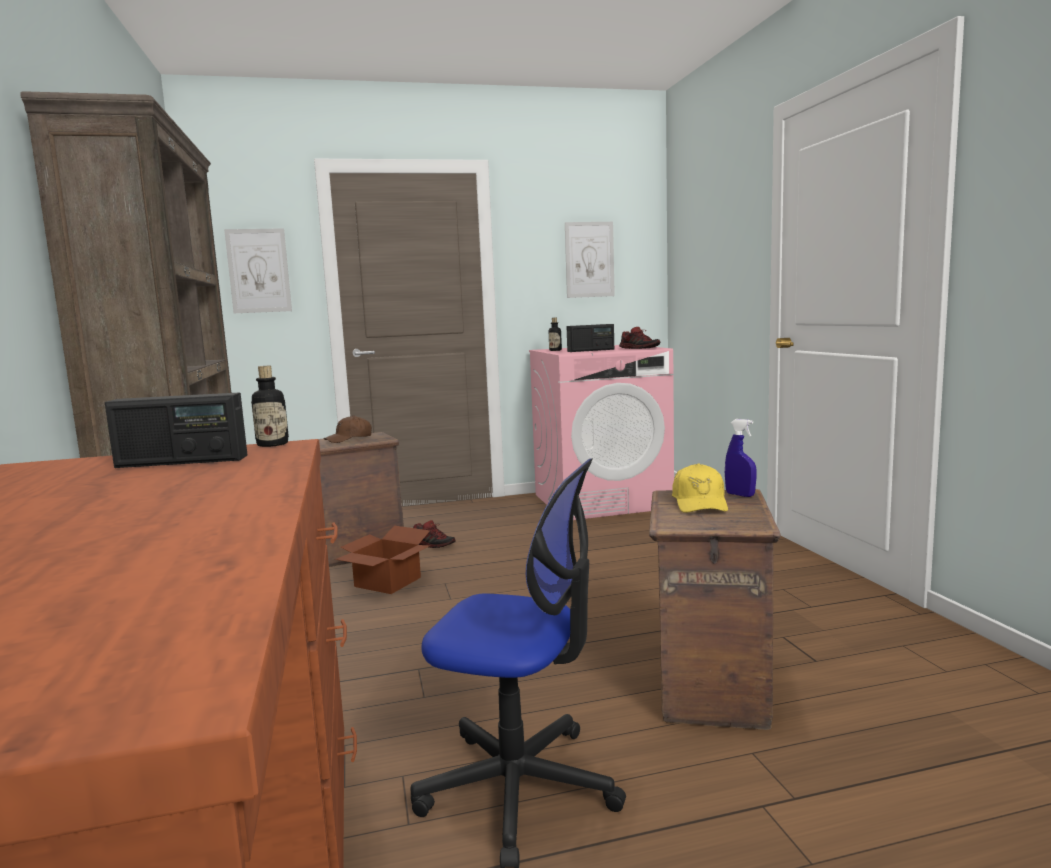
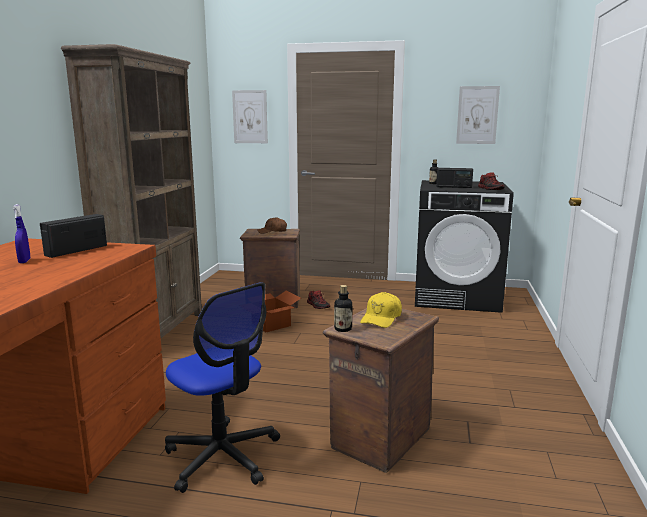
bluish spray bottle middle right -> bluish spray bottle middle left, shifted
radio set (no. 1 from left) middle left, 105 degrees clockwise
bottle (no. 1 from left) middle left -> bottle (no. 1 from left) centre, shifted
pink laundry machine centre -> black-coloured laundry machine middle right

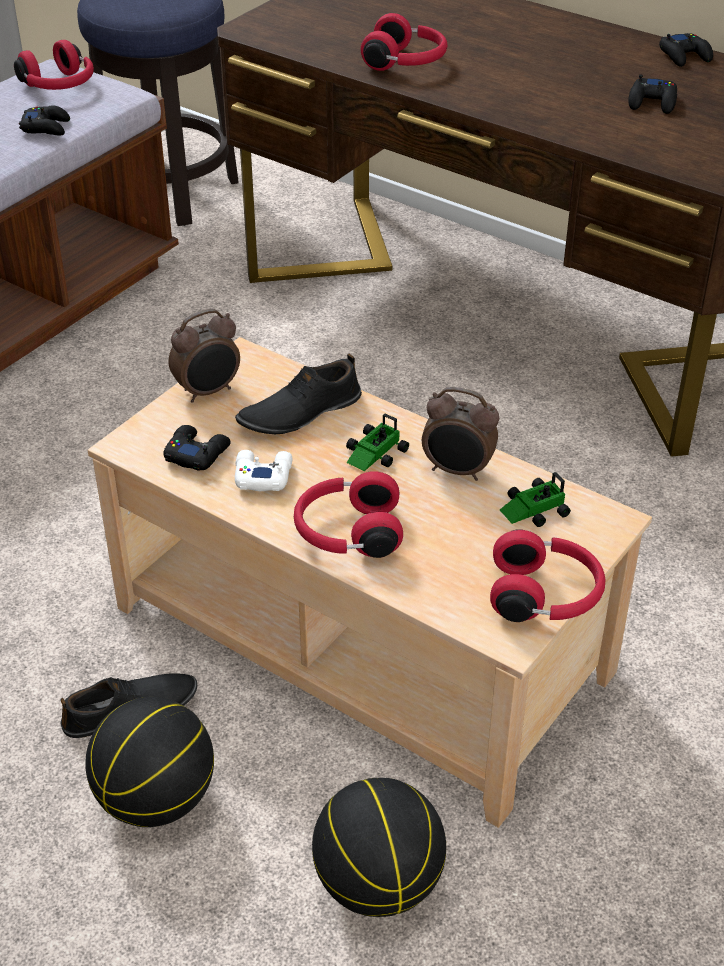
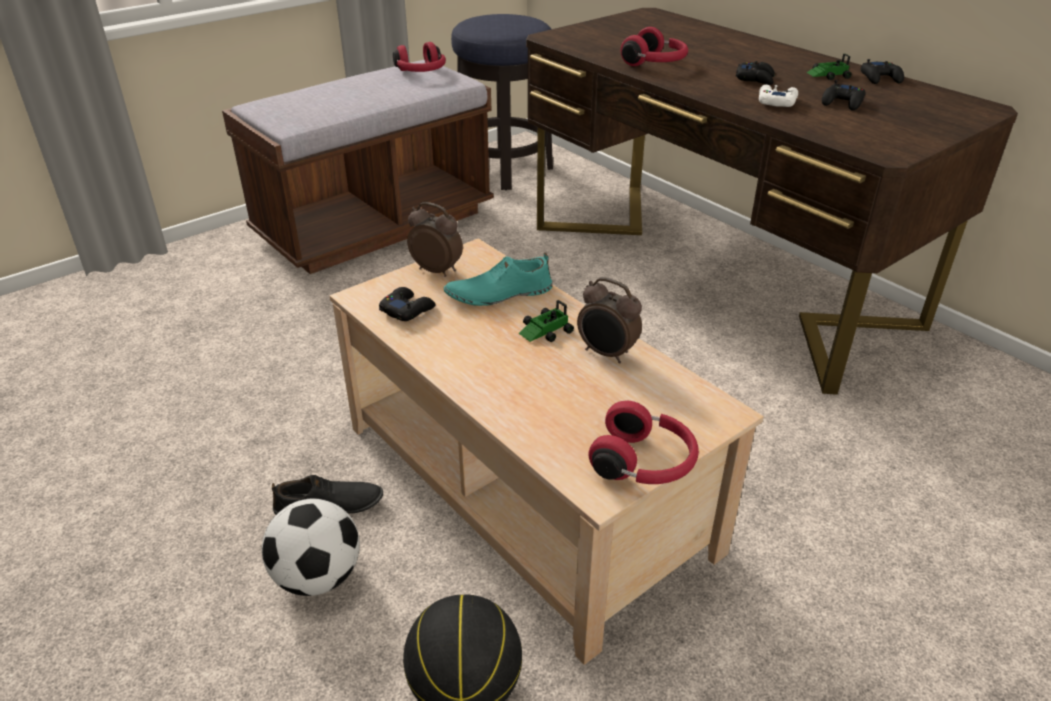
basketball ball (no. 1 from left) bottom left -> football ball bottom left
alarm clock (no. 1 from left) middle left -> alarm clock (no. 1 from left) centre, 135 degrees counterclockwise
black-coloured shoe (no. 2 from left) centre -> turquoise-coloured shoe centre
black-coloured gamepad (no. 1 from left in the first image) top left -> black-coloured gamepad (no. 2 from left) top right, shifted
whitish gamepad centre -> whitish gamepad top right, shifted
toy car (no. 2 from left) middle right -> toy car (no. 2 from left) top right, shifted
red-coloured pair of headphones (no. 2 from left) centre -> none

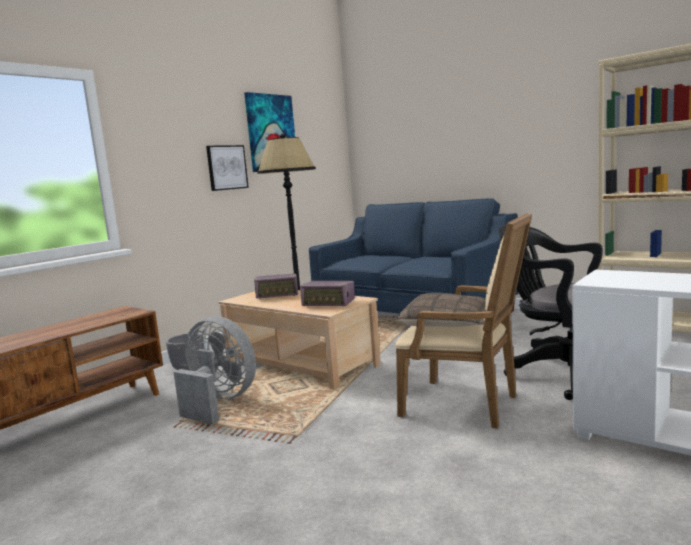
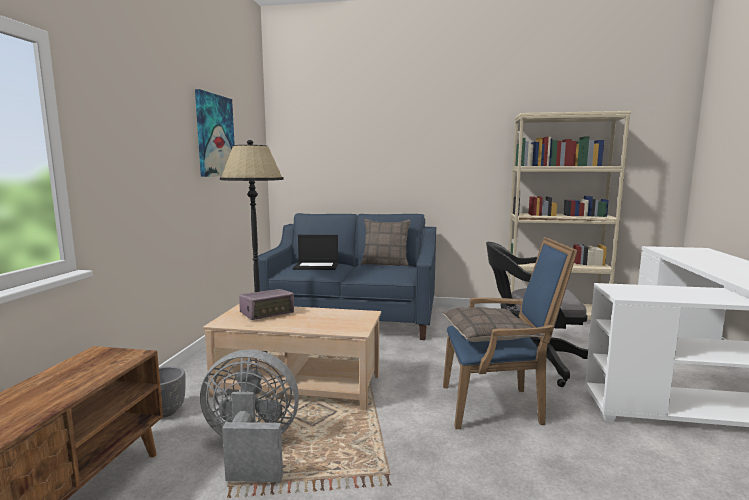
none -> laptop centre
none -> pillow (no. 1 from left) centre
beige-coloured armchair middle right -> bluish armchair middle right
picture (no. 1 from left) top left -> none
radio set (no. 2 from left) centre -> none

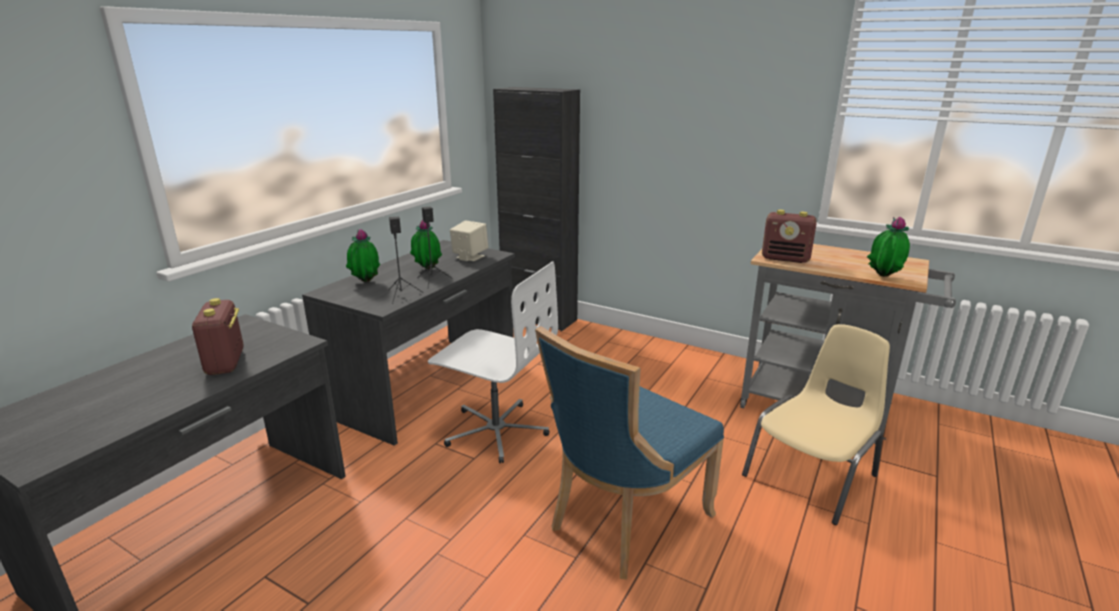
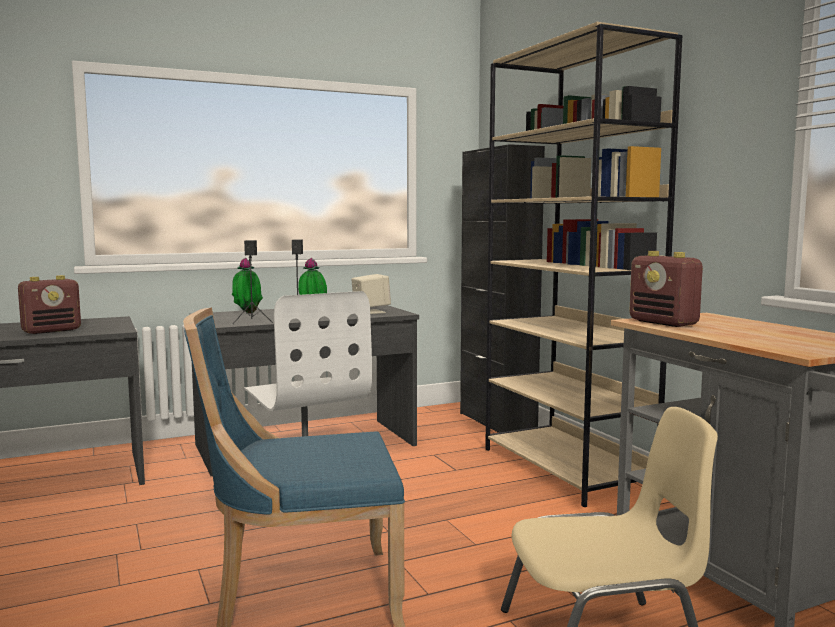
radio set (no. 1 from left) middle left, 150 degrees counterclockwise
none -> beige-coloured shelving unit middle right
plant in a pot (no. 3 from left) middle right -> none

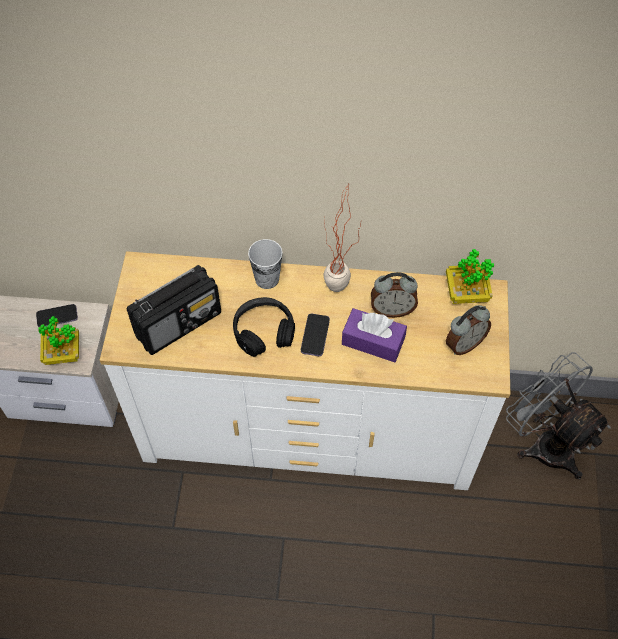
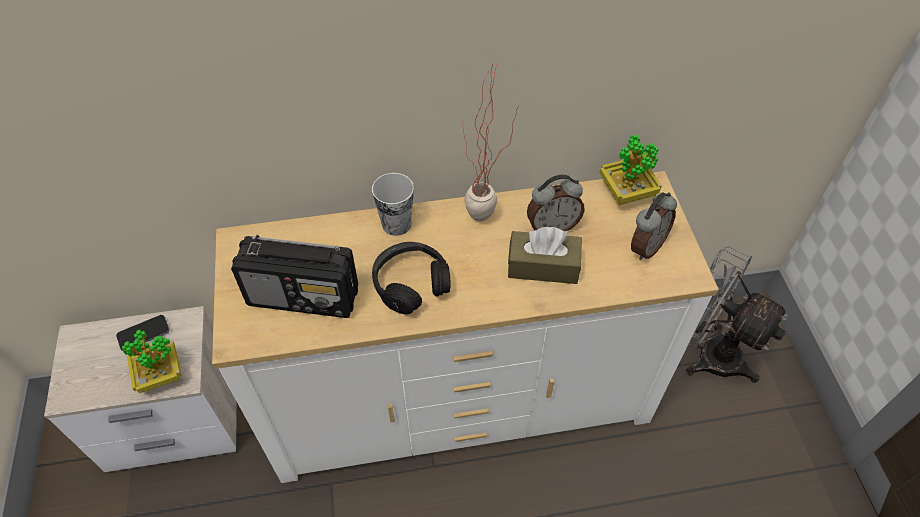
radio set middle left, 60 degrees clockwise
purple-coloured tissue holder centre -> brown tissue holder centre
telephone (no. 2 from left) centre -> none

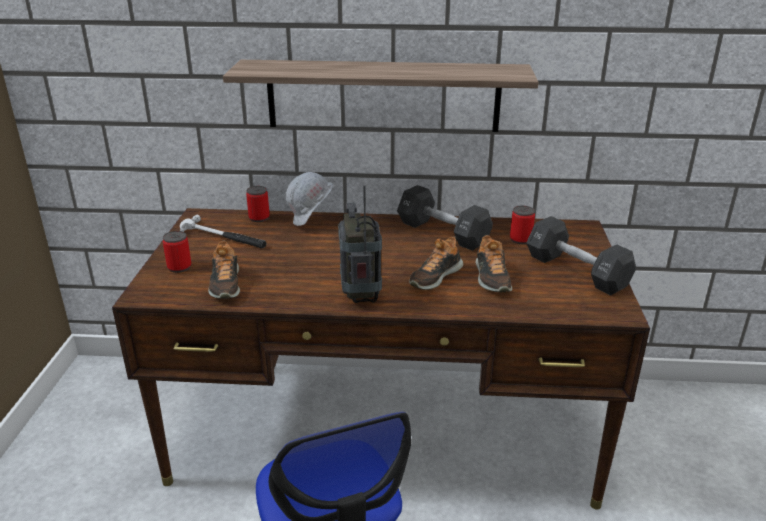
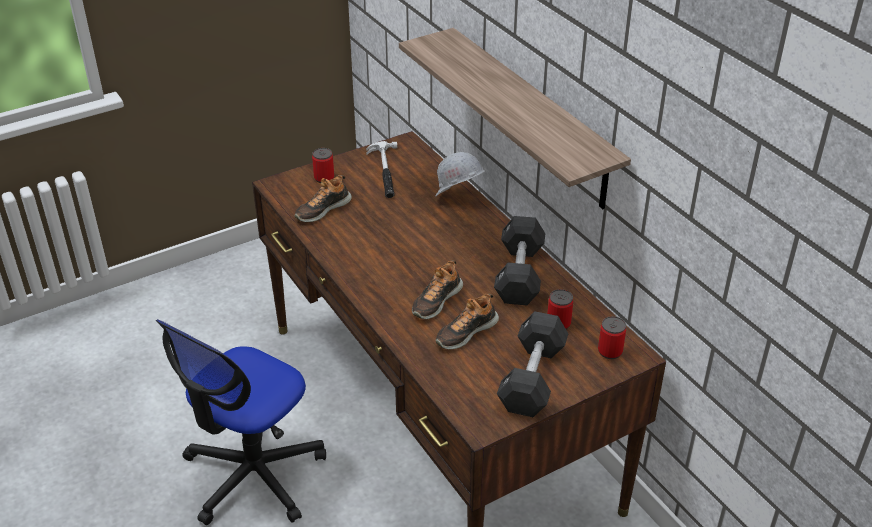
shoe (no. 2 from left) centre, 60 degrees counterclockwise
sealed can (no. 2 from left in the first image) centre -> sealed can (no. 3 from left) middle right, shifted
radio set centre -> none

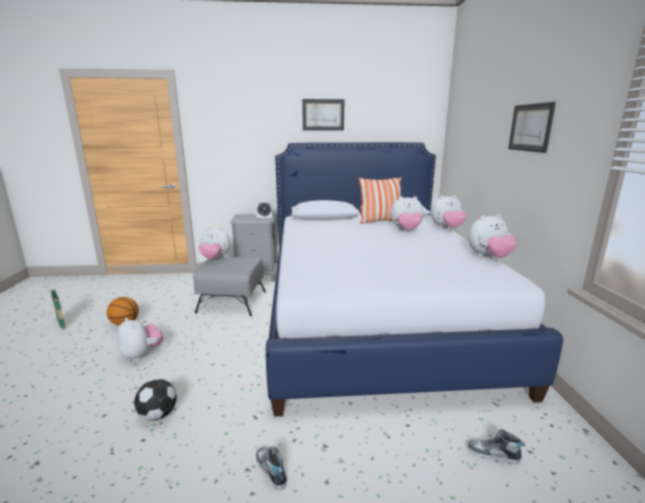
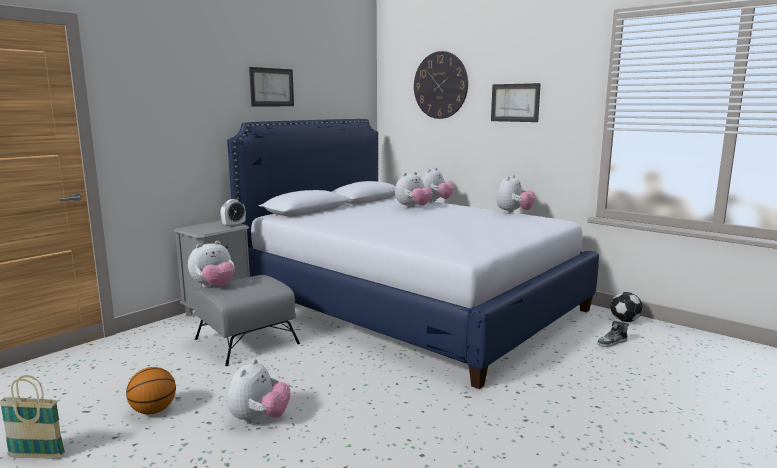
plush toy (no. 1 from left in the first image) bottom left -> plush toy (no. 2 from left) bottom centre, 105 degrees clockwise
none -> clock on the wall top centre
football ball bottom left -> football ball middle right, shifted
shoe (no. 1 from left) bottom centre -> none
pillow centre -> none

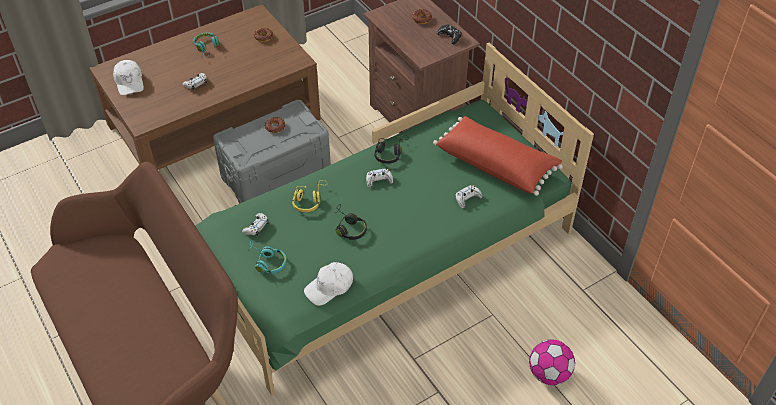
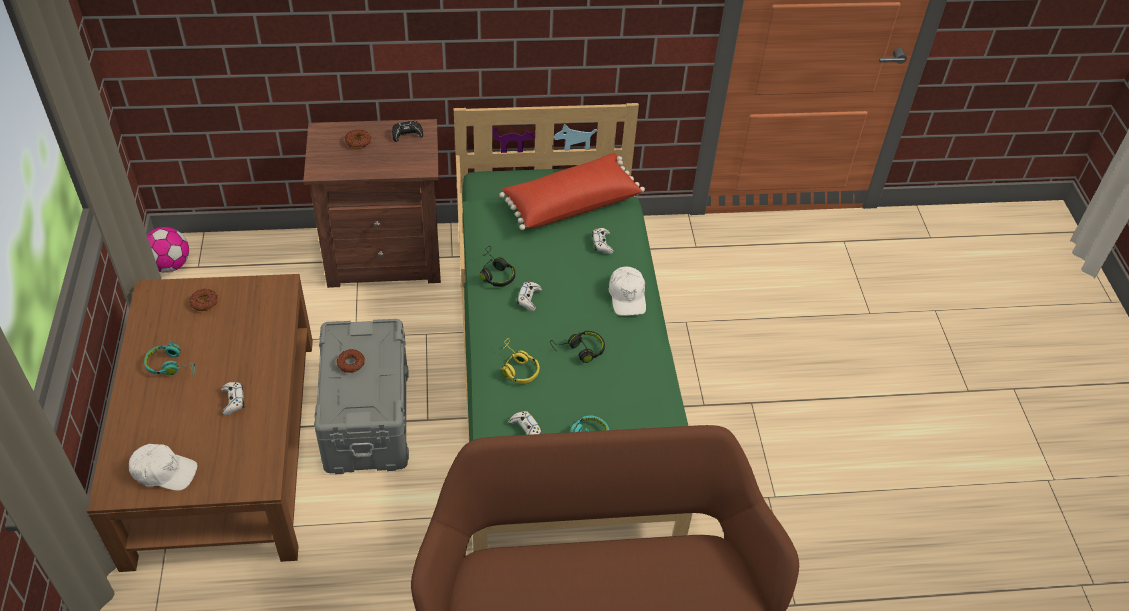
football ball bottom right -> football ball middle left, shifted
whitish baseball cap (no. 2 from left) bottom centre -> whitish baseball cap (no. 2 from left) centre, shifted

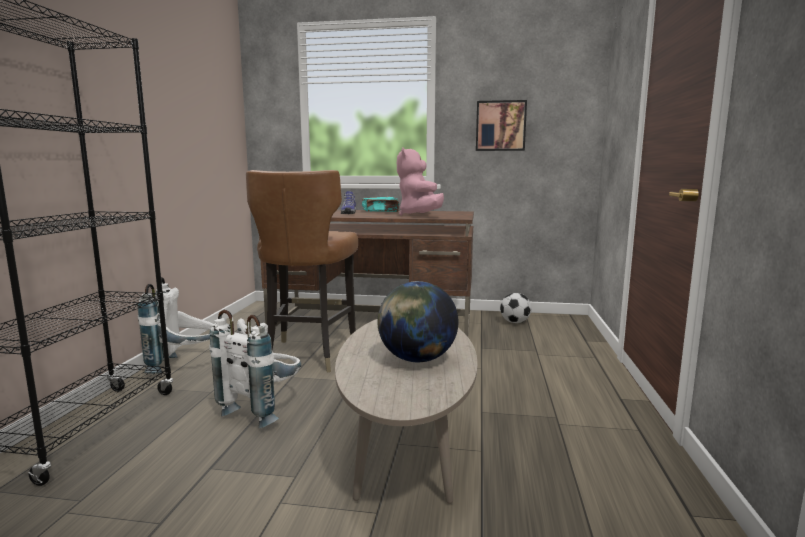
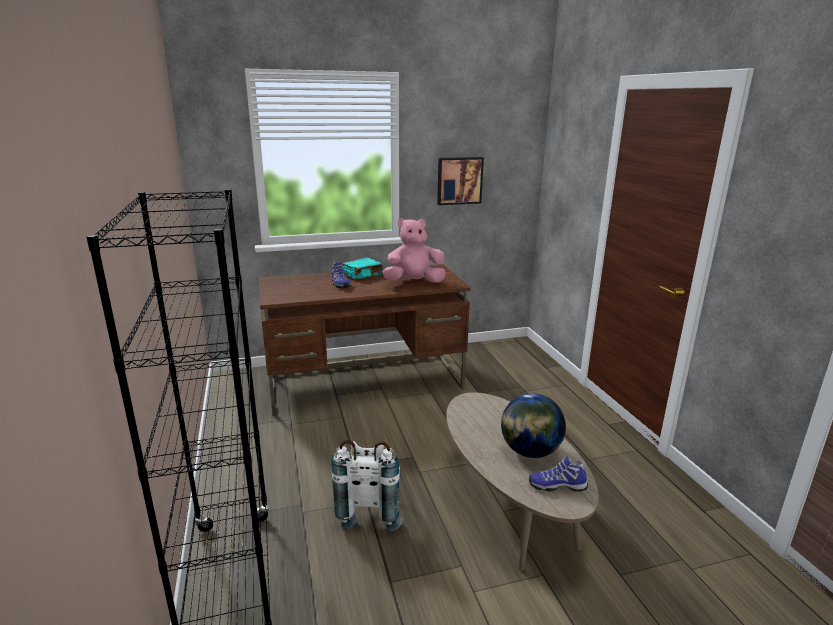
pink plush toy centre, 105 degrees clockwise
none -> shoe (no. 2 from left) bottom right
whitish backpack (no. 1 from left) middle left -> none
brown chair centre -> none
football ball centre -> none

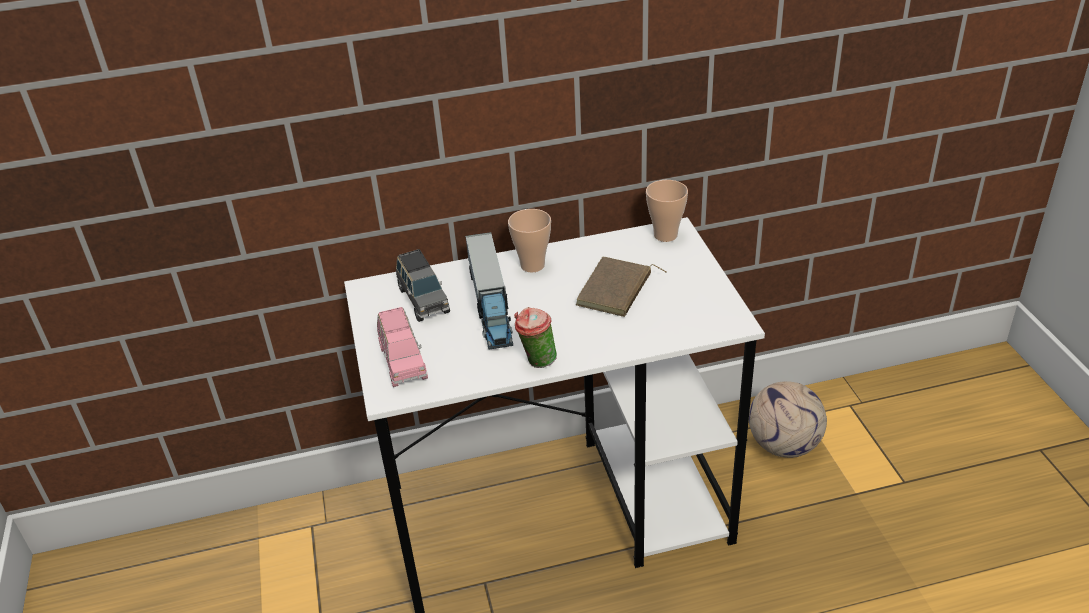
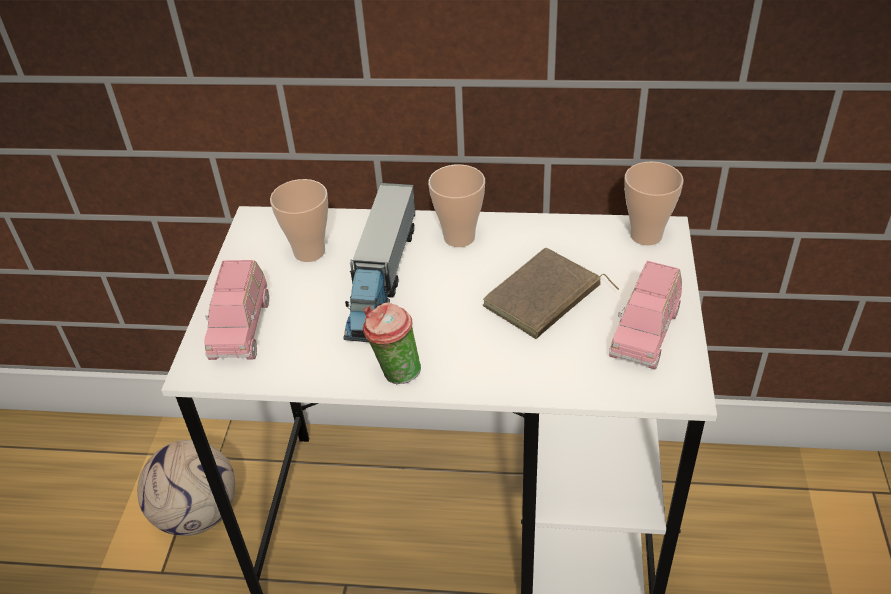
football ball bottom right -> football ball bottom left, shifted
greyish toy car centre -> cup (no. 1 from left) centre
none -> pink toy car (no. 2 from left) middle right

